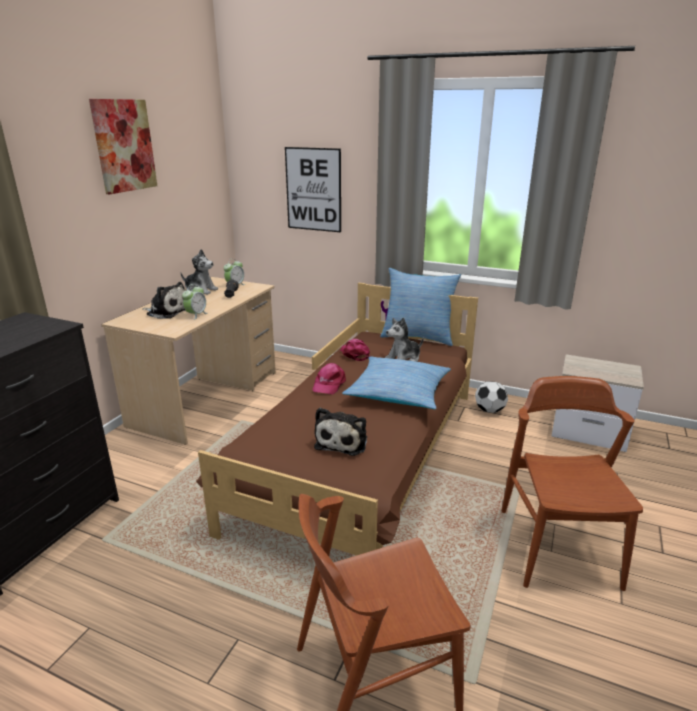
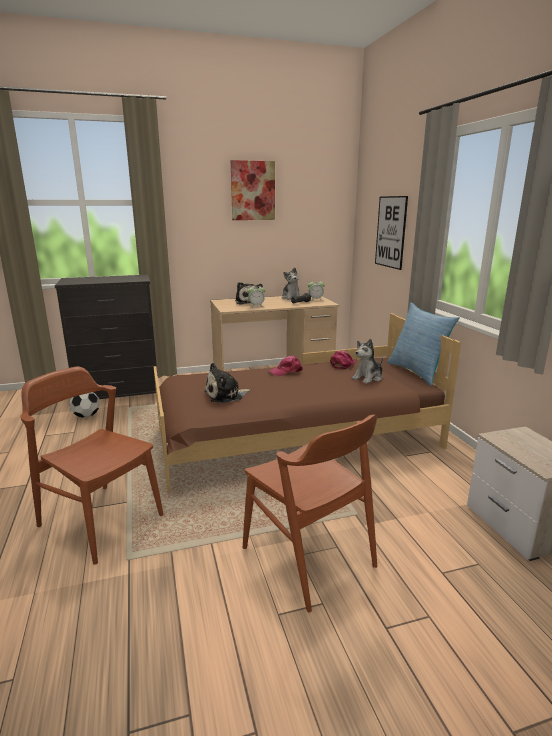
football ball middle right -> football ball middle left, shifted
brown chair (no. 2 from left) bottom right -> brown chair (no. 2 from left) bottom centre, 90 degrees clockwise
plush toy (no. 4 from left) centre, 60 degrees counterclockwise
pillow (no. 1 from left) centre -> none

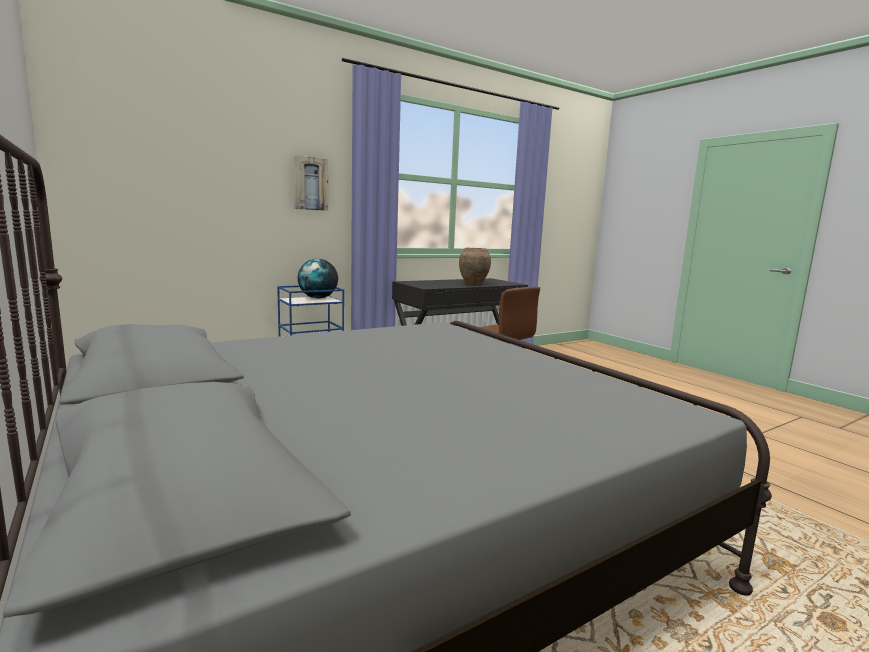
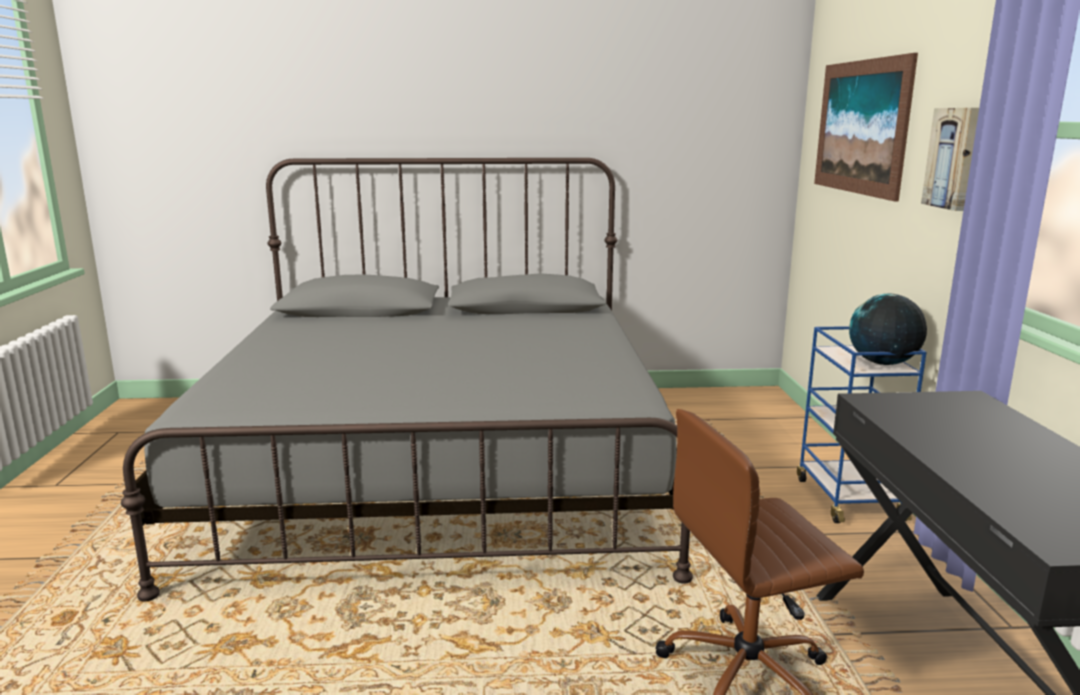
none -> picture (no. 1 from left) top right
brown vase centre -> none

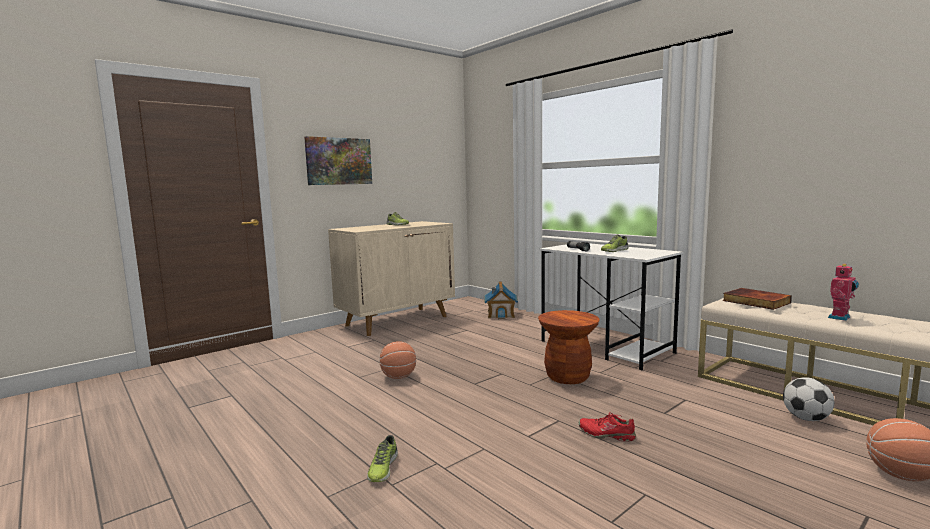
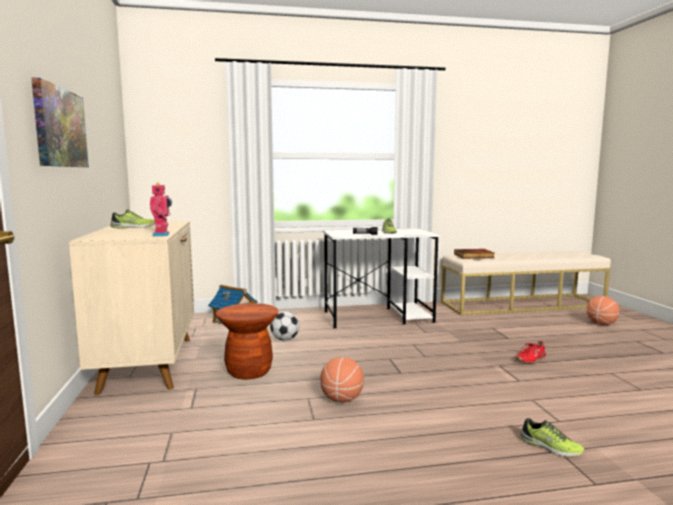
toy robot middle right -> toy robot middle left, shifted
brown stool centre -> brown stool bottom centre, shifted
football ball bottom right -> football ball centre, shifted

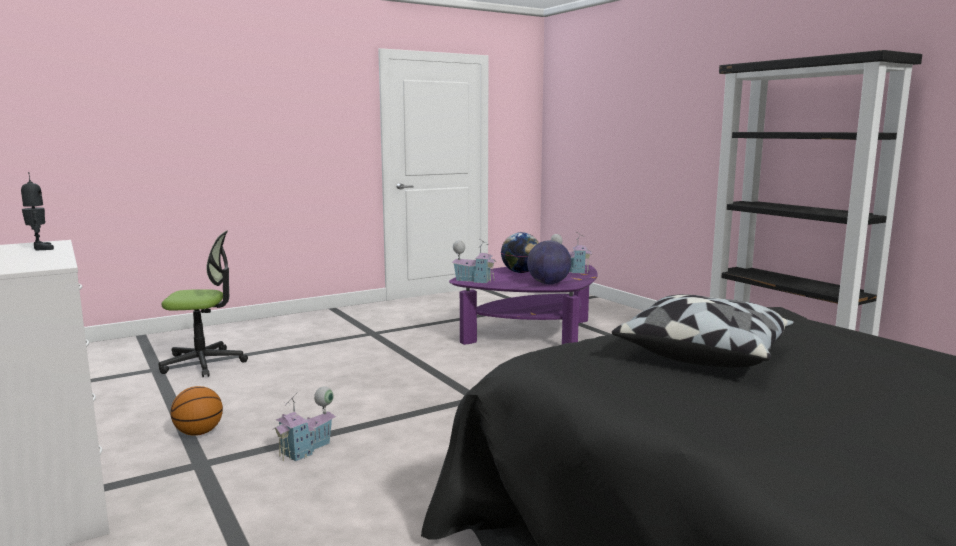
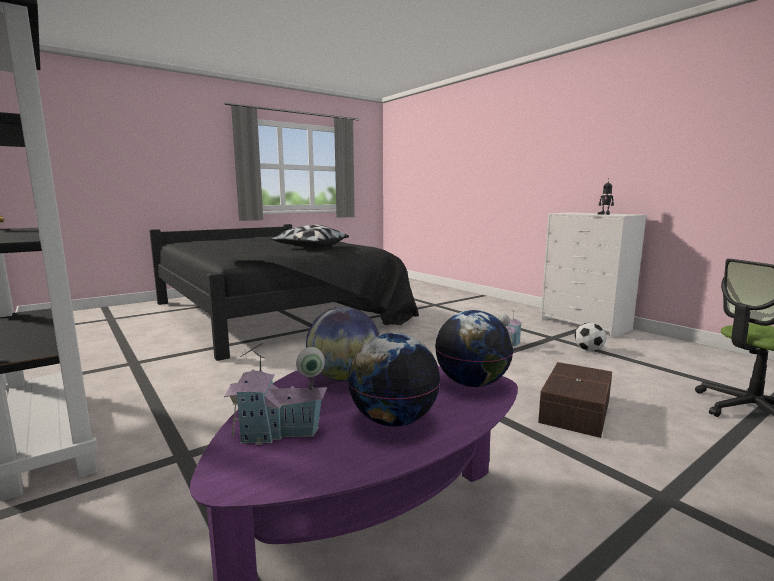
miniature house (no. 2 from left) centre -> world globe (no. 3 from left) centre
none -> brown storage box bottom right
basketball ball bottom left -> football ball middle right

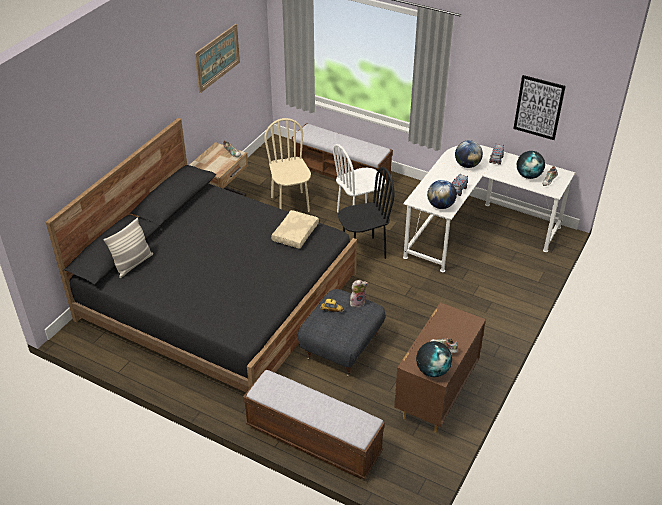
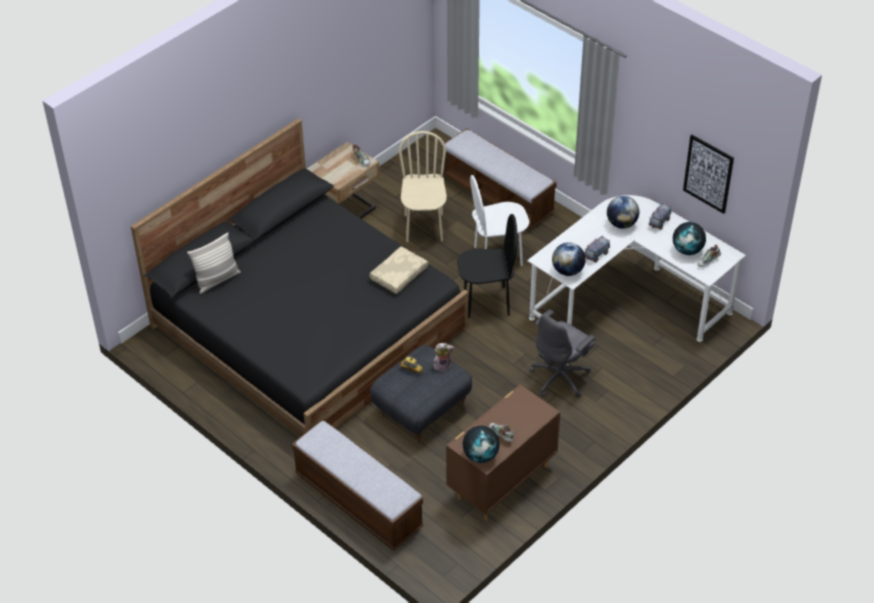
none -> greyish desk chair centre
picture (no. 1 from left) top left -> none

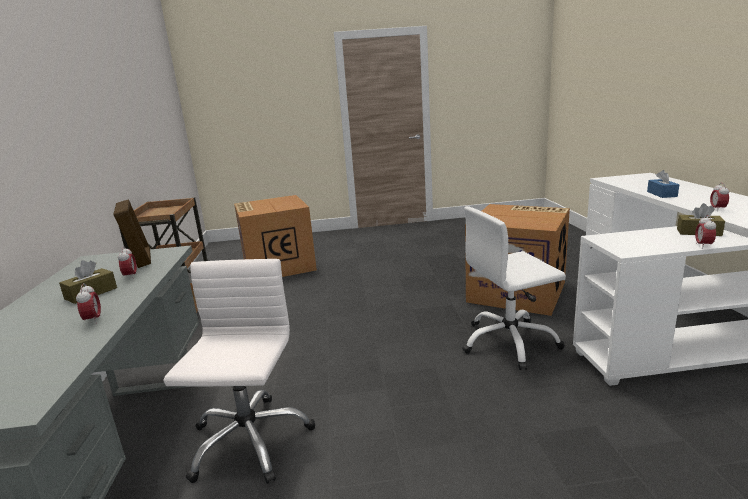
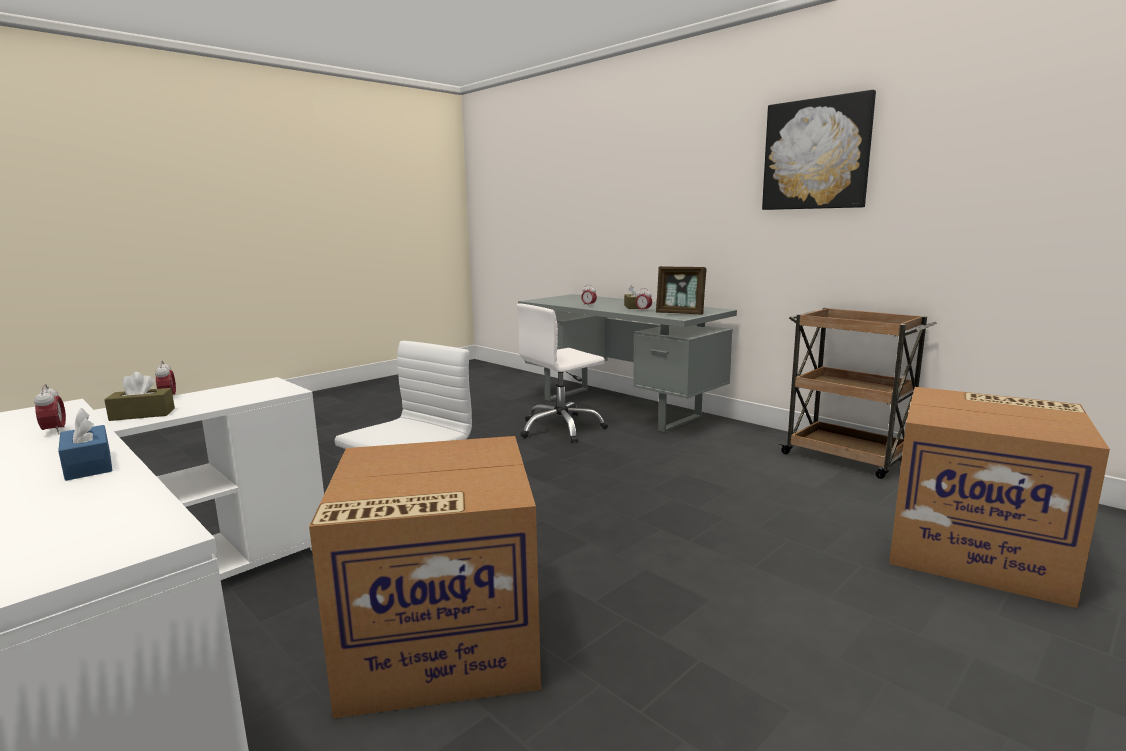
whitish desk chair (no. 1 from left in the first image) bottom left -> whitish desk chair (no. 2 from left) centre, 90 degrees clockwise
none -> picture top right

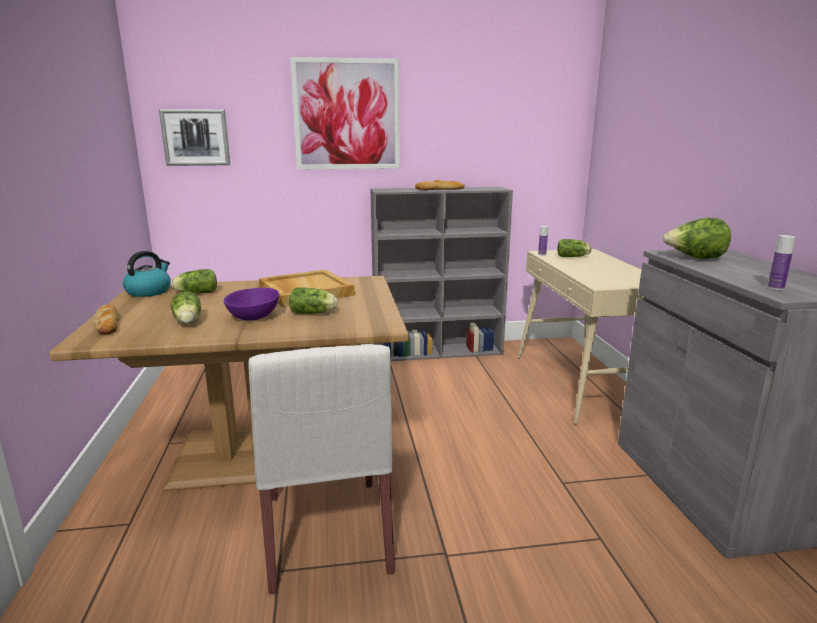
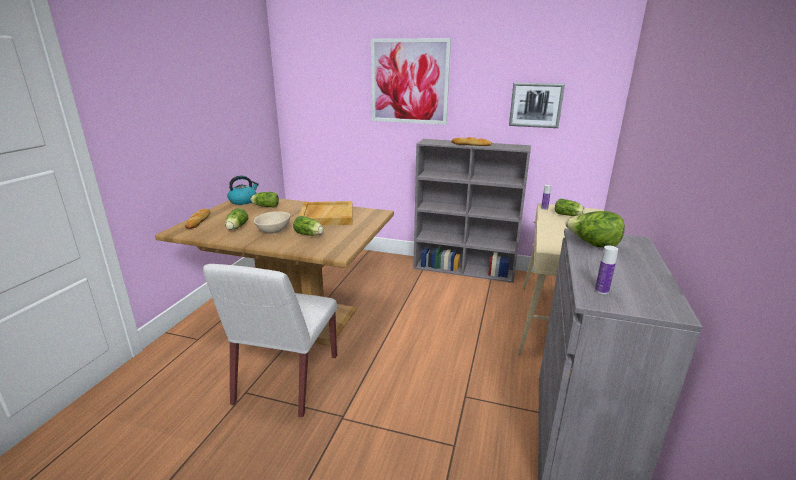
purple-coloured bowl middle left -> beige-coloured bowl centre
picture (no. 1 from left in the first image) top left -> picture (no. 2 from left) top right, shifted

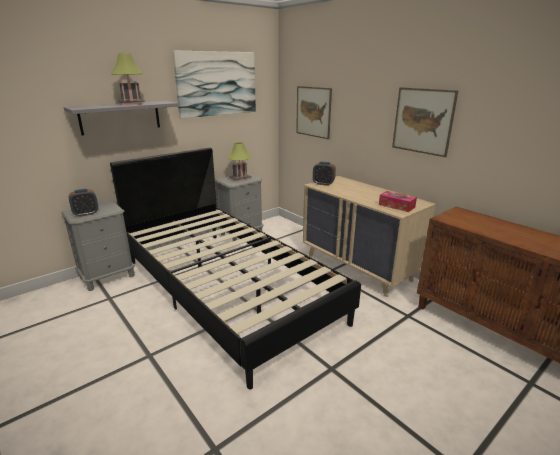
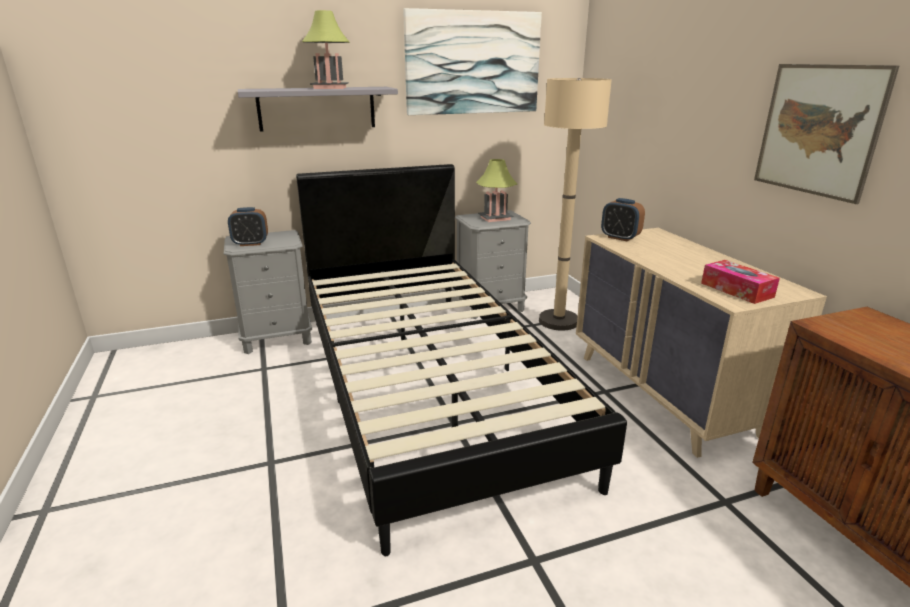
none -> beige-coloured standing lamp centre
picture (no. 2 from left) top centre -> none

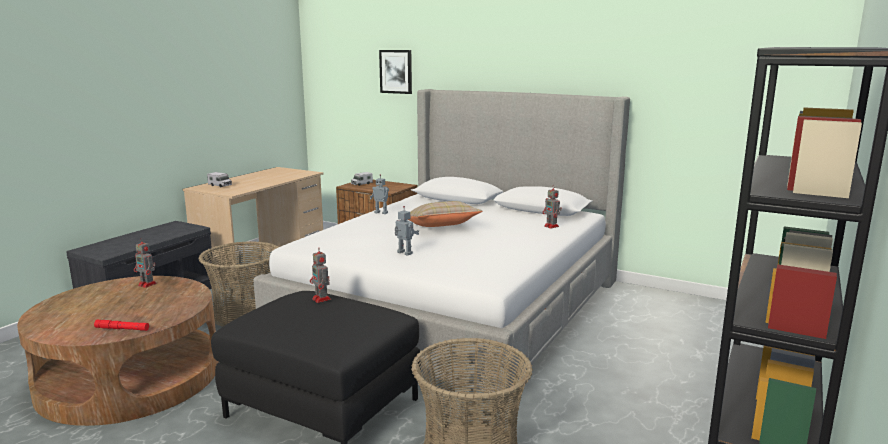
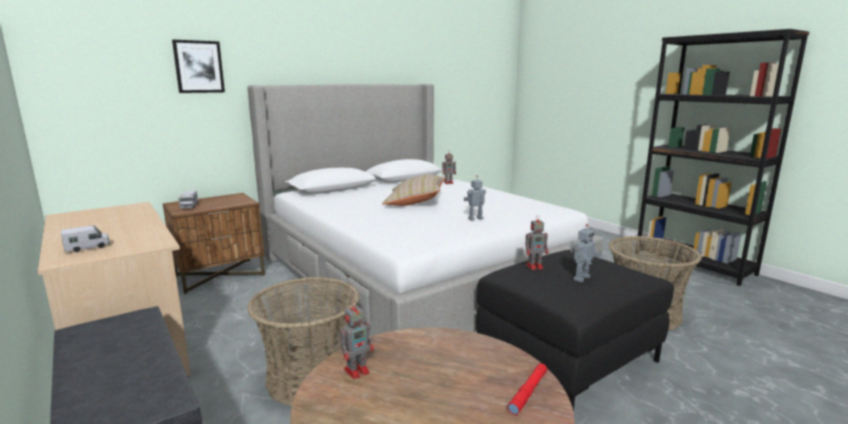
toy robot (no. 3 from left in the first image) centre -> toy robot (no. 5 from left) middle right, shifted

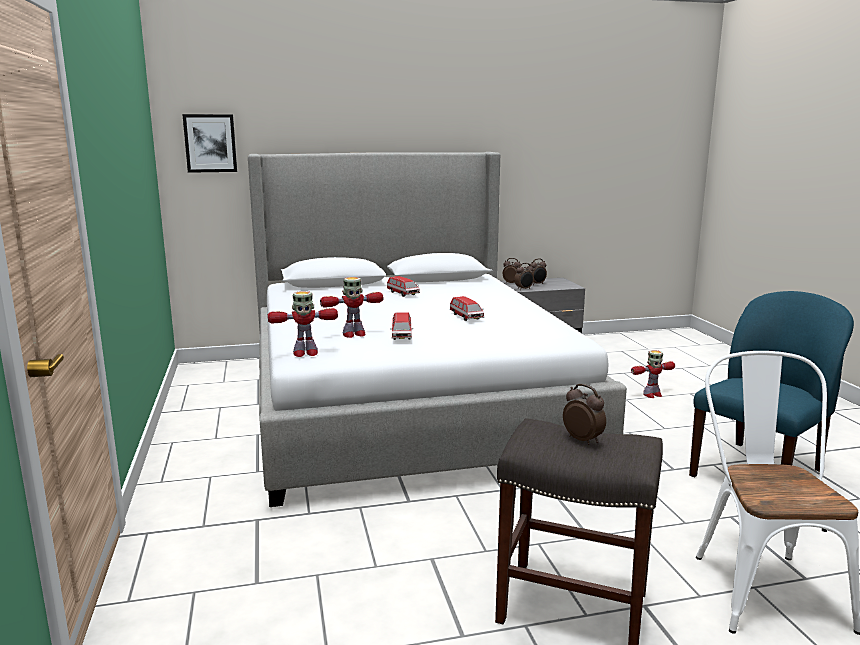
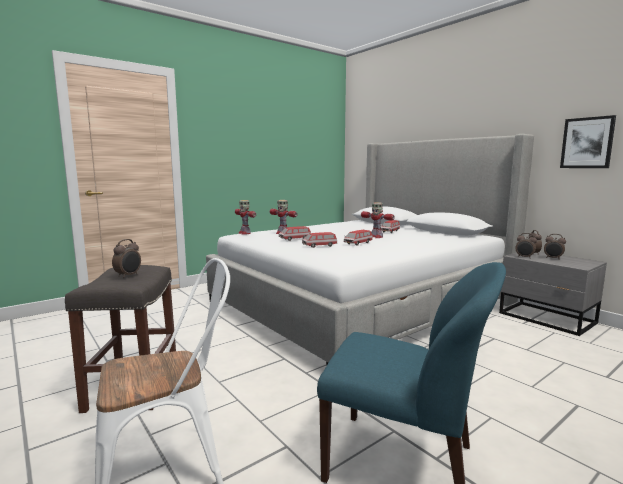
none -> toy car (no. 2 from left) centre
toy robot (no. 3 from left) middle right -> toy robot (no. 3 from left) centre, shifted
picture top left -> picture top right, shifted

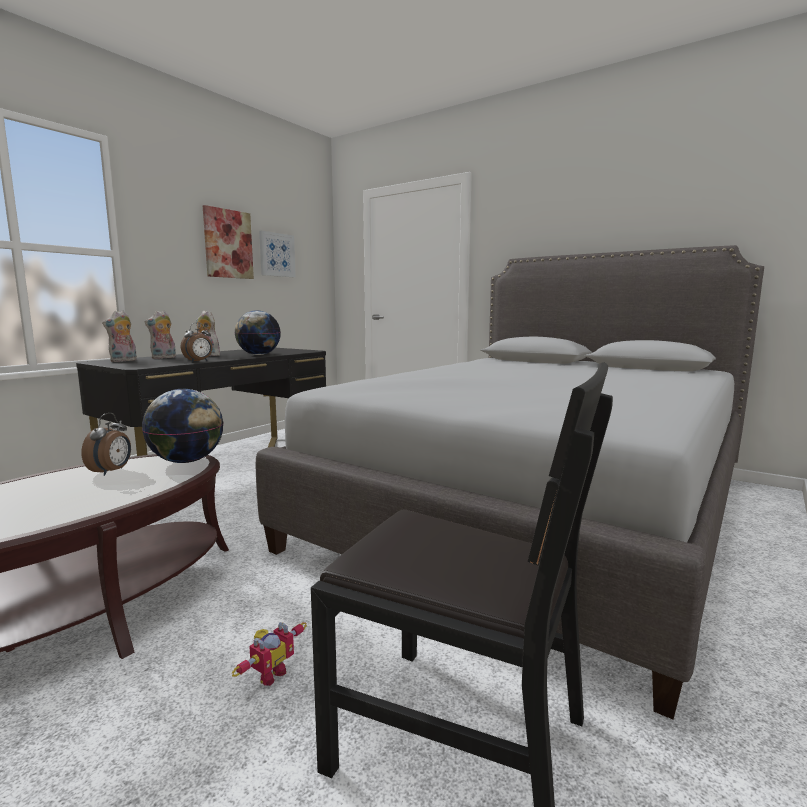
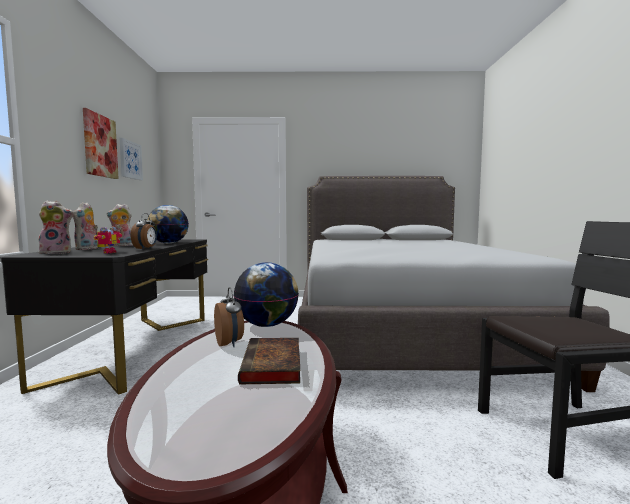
plush toy (no. 1 from left) middle left, 105 degrees counterclockwise
toy robot bottom centre -> toy robot middle left, shifted
none -> bound book bottom centre

